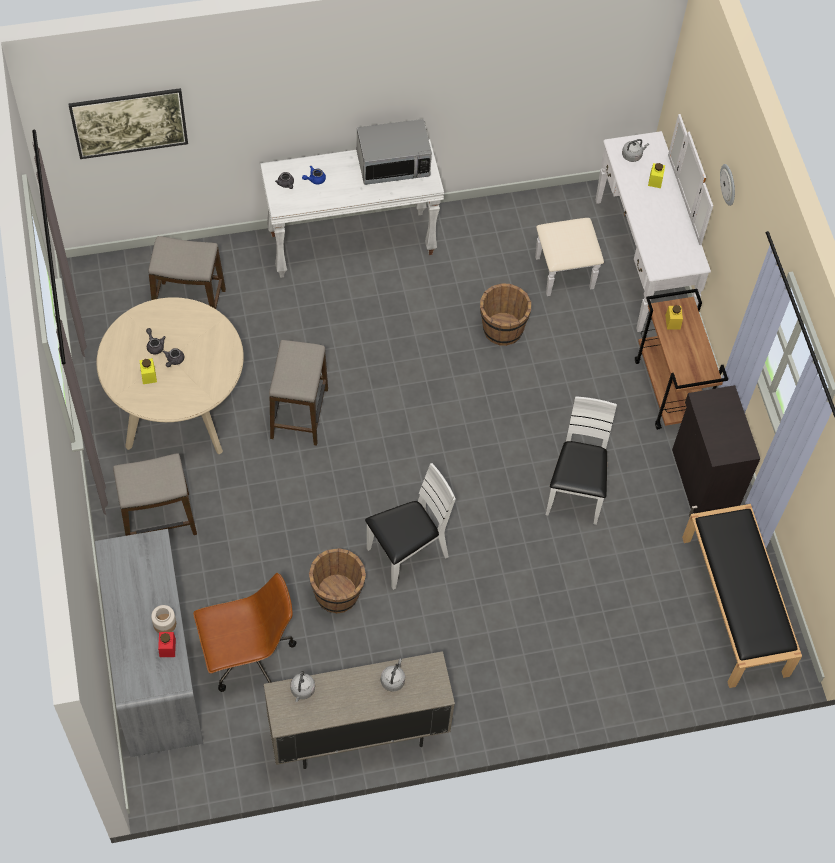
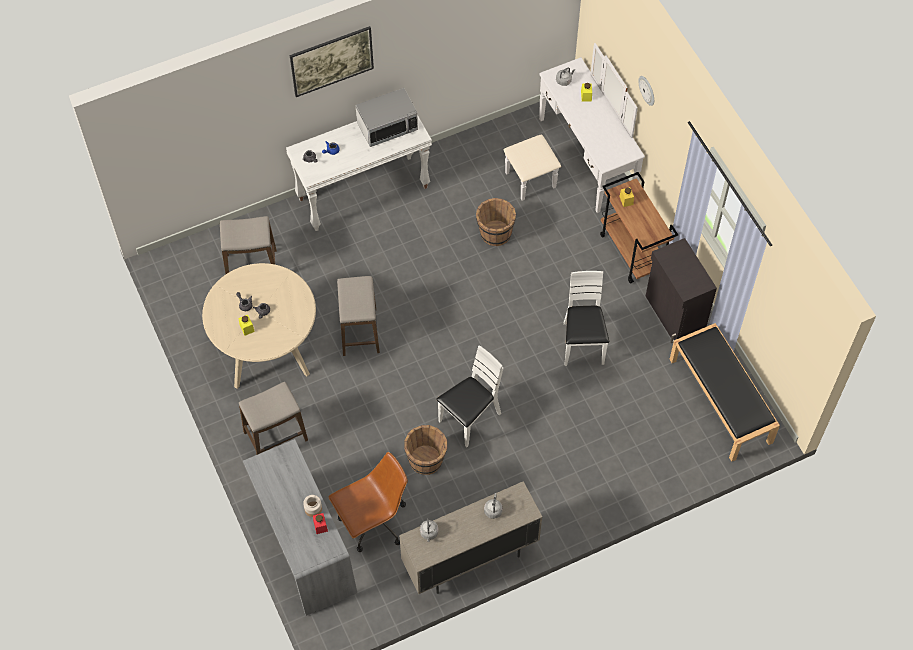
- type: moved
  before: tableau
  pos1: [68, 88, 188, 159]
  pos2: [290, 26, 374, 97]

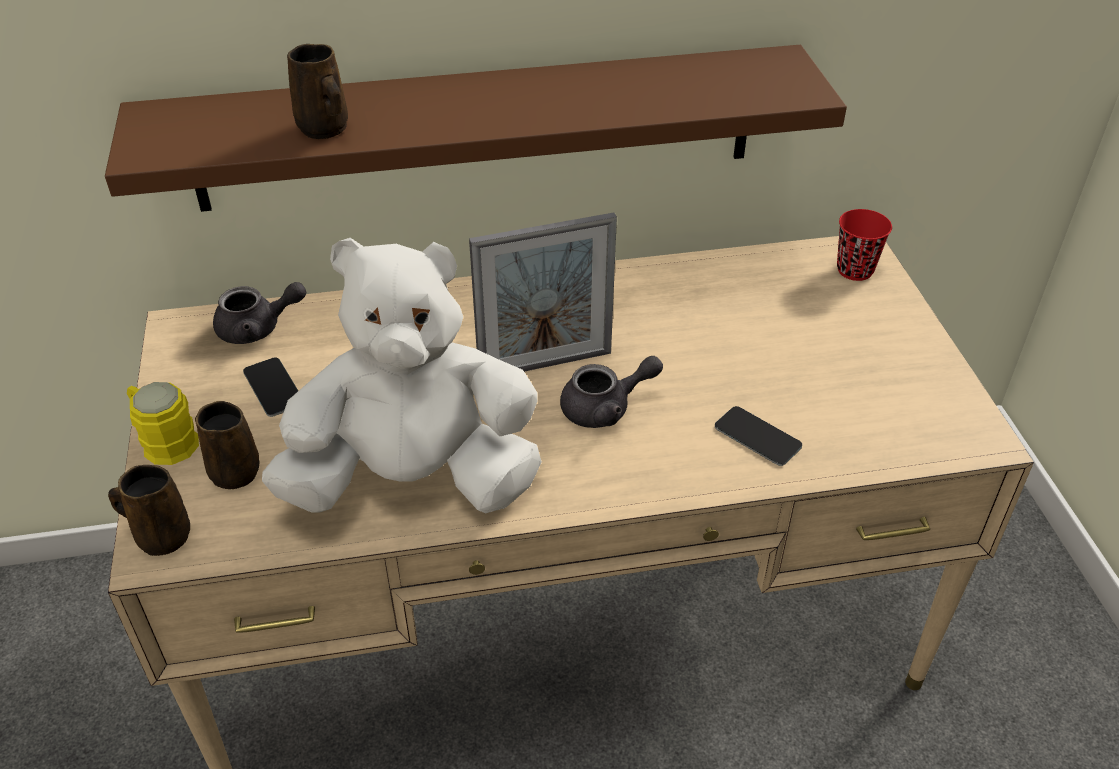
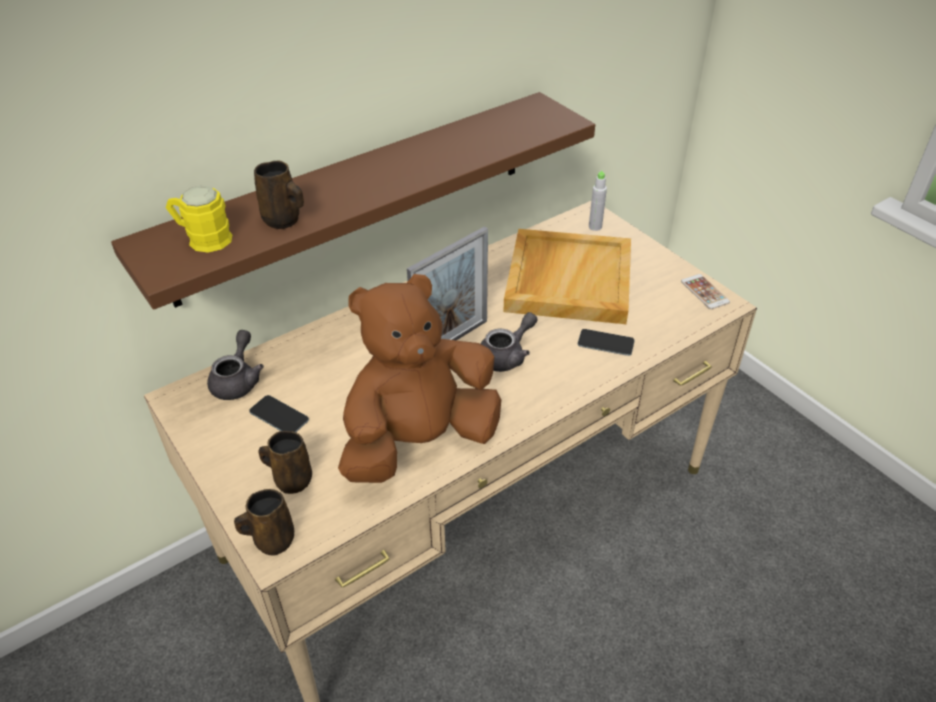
- type: moved
  before: mug [jaune]
  pos1: [127, 382, 199, 465]
  pos2: [166, 186, 233, 253]
- type: turned
  before: théière [gris]
  pos1: [213, 282, 306, 344]
  pos2: [207, 330, 264, 400]
  turn: -45
- type: recoloured
  before: peluche [blanc]
  after: peluche [marron]
  pos1: [262, 238, 542, 513]
  pos2: [338, 274, 501, 483]
- type: replaced
  before: tasse [rouge]
  after: bouteille [gris]
  pos1: [837, 209, 892, 281]
  pos2: [589, 171, 607, 231]
- type: added
  after: plateau [beige]
  pos2: [504, 229, 631, 324]
- type: added
  after: téléphone
  pos2: [681, 274, 730, 309]

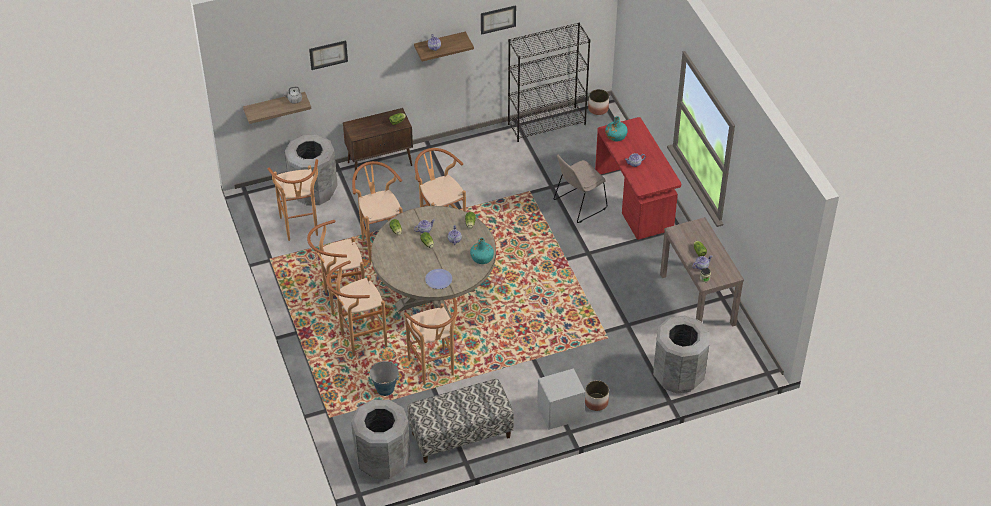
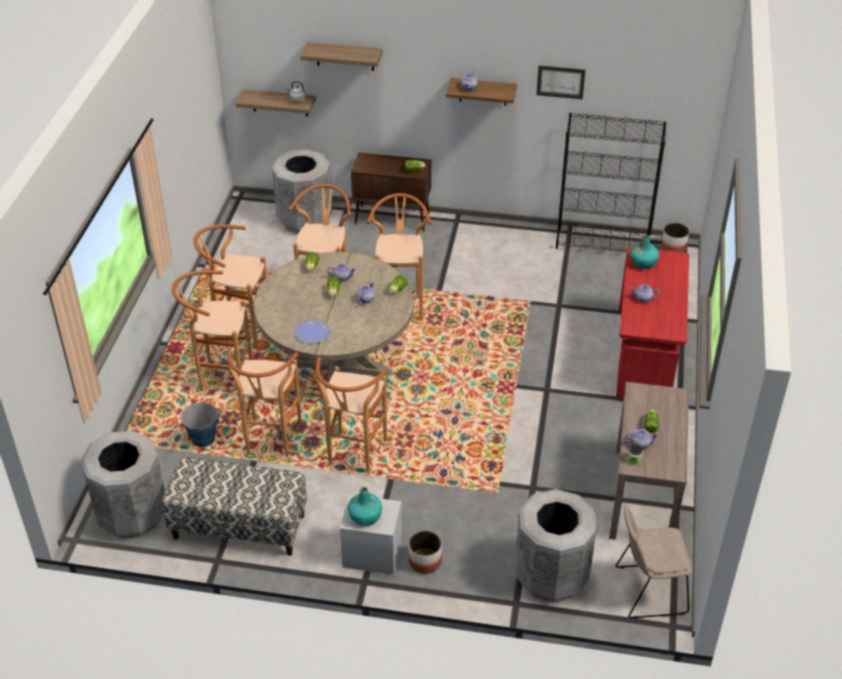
- type: moved
  before: tabouret [marron]
  pos1: [268, 159, 318, 241]
  pos2: [316, 356, 387, 473]
- type: replaced
  before: tableau
  after: étagère
  pos1: [309, 40, 348, 70]
  pos2: [300, 42, 383, 71]
- type: moved
  before: bouteille [turquoise]
  pos1: [470, 237, 494, 264]
  pos2: [348, 487, 382, 526]
- type: moved
  before: chaise [beige]
  pos1: [554, 155, 607, 223]
  pos2: [616, 505, 692, 619]

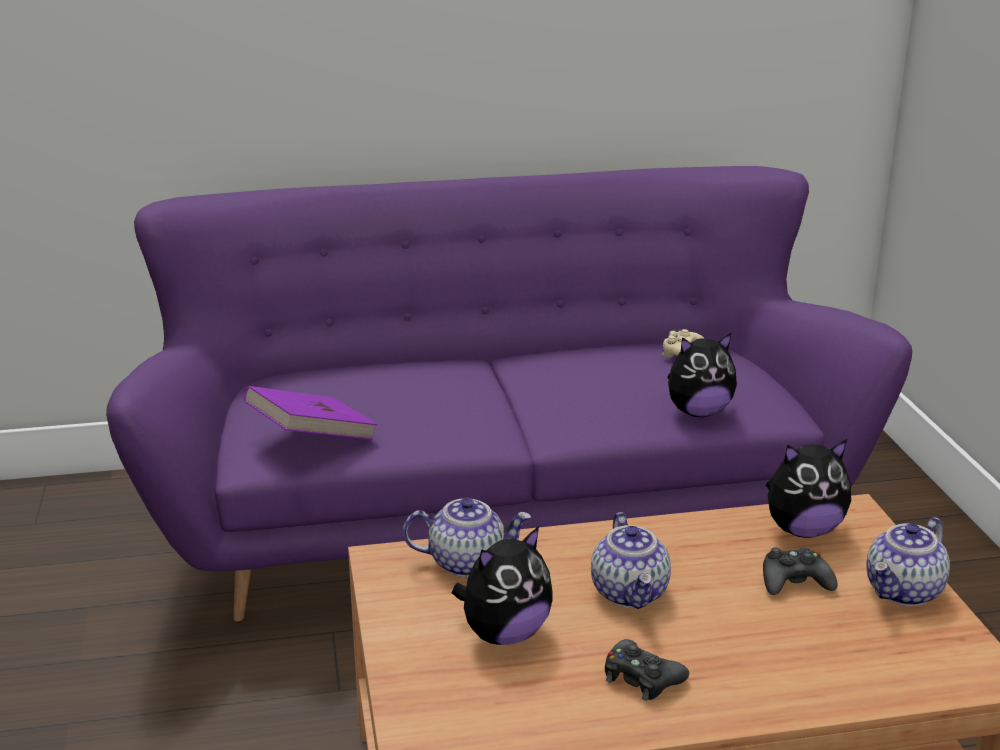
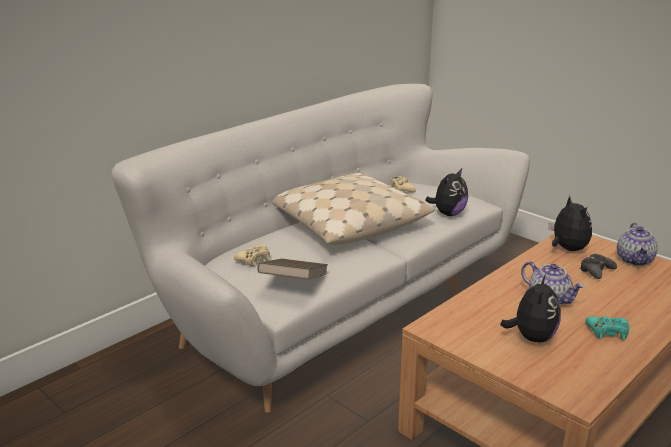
- type: recoloured
  before: canapé [violet]
  after: canapé [blanc]
  pos1: [106, 166, 912, 621]
  pos2: [111, 84, 530, 413]
- type: recoloured
  before: livre [violet]
  after: livre [marron]
  pos1: [244, 386, 377, 440]
  pos2: [257, 259, 328, 280]
- type: removed
  before: théière
  pos1: [403, 498, 531, 577]
- type: recoloured
  before: manette [noir]
  after: manette [turquoise]
  pos1: [605, 639, 689, 701]
  pos2: [585, 316, 629, 340]
- type: turned
  before: peluche
  pos1: [766, 439, 851, 538]
  pos2: [548, 196, 592, 251]
  turn: -60
- type: added
  after: manette [beige]
  pos2: [234, 244, 270, 266]
- type: added
  after: coussin [beige]
  pos2: [272, 172, 435, 245]

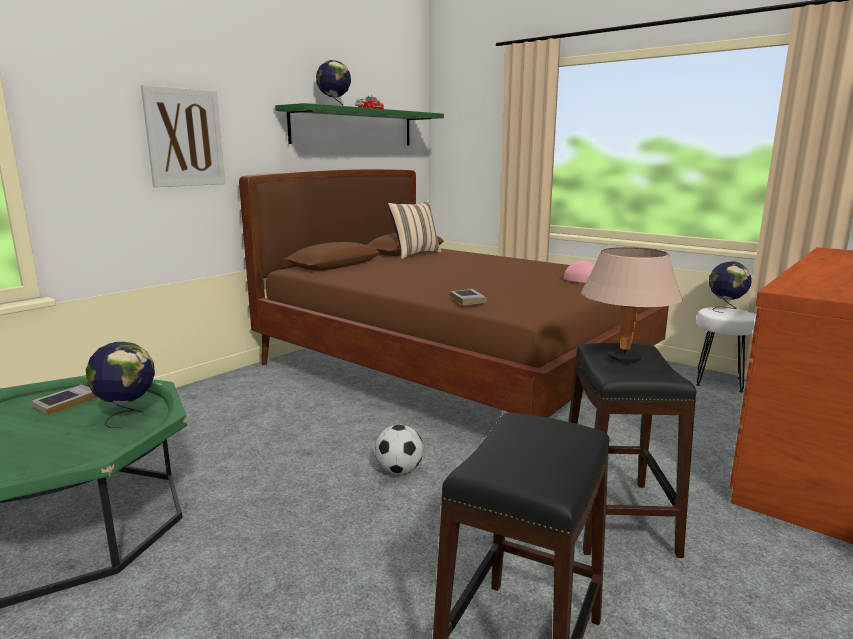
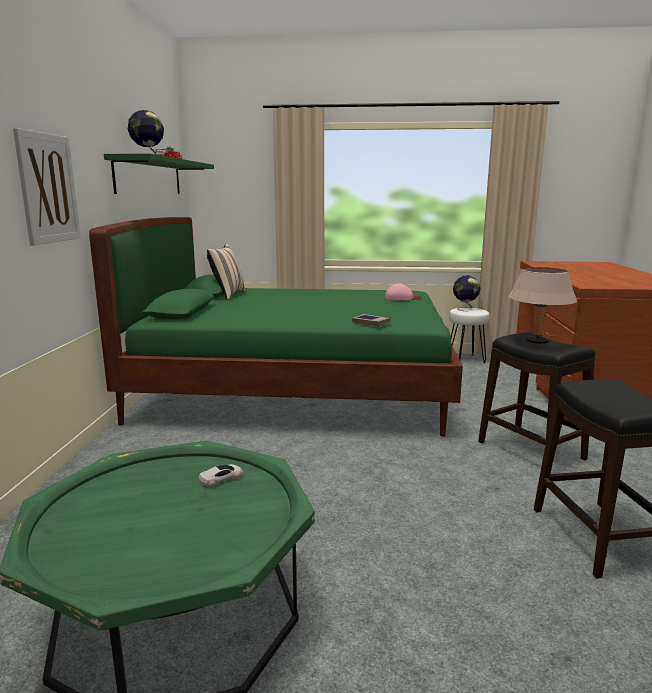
- type: removed
  before: livre
  pos1: [31, 385, 98, 415]
- type: replaced
  before: globe
  after: petite voiture [blanc]
  pos1: [86, 342, 155, 428]
  pos2: [199, 464, 243, 488]
- type: recoloured
  before: lit [marron]
  after: lit [vert]
  pos1: [239, 169, 669, 418]
  pos2: [89, 217, 463, 437]
- type: removed
  before: ballon de foot
  pos1: [375, 425, 423, 474]

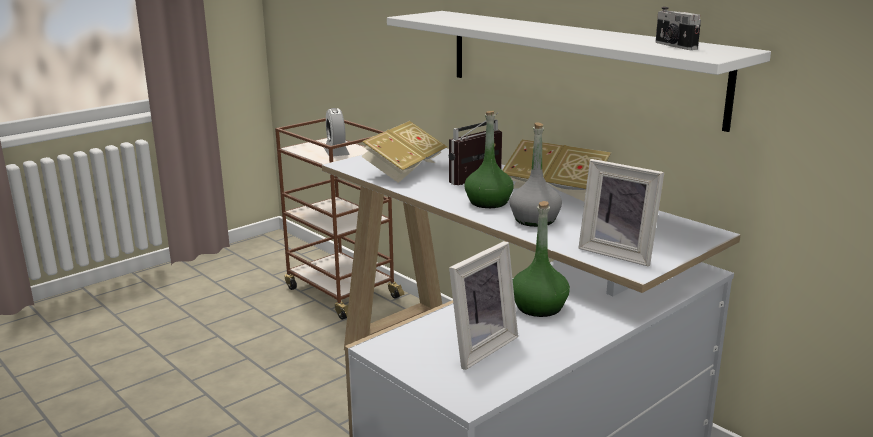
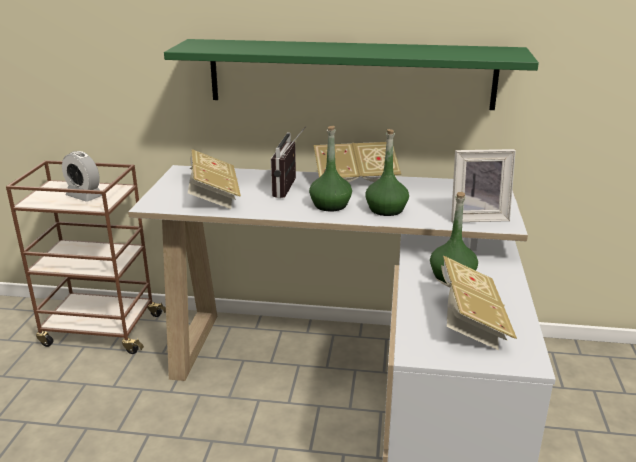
- type: recoloured
  before: étagère [blanc]
  after: étagère [vert]
  pos1: [387, 11, 771, 132]
  pos2: [164, 39, 539, 110]
- type: replaced
  before: cadre photo
  after: livre
  pos1: [449, 241, 518, 370]
  pos2: [435, 255, 517, 350]
- type: recoloured
  before: bouteille [gris]
  after: bouteille [vert]
  pos1: [509, 122, 562, 227]
  pos2: [365, 129, 409, 216]
- type: removed
  before: appareil photo
  pos1: [655, 7, 701, 50]

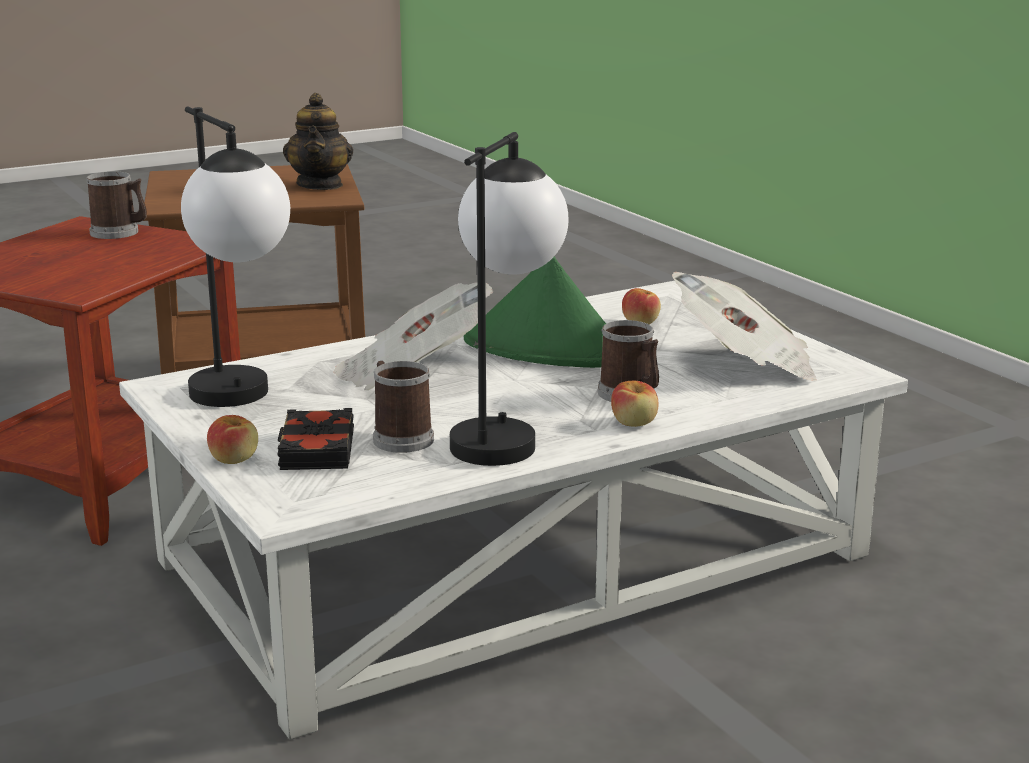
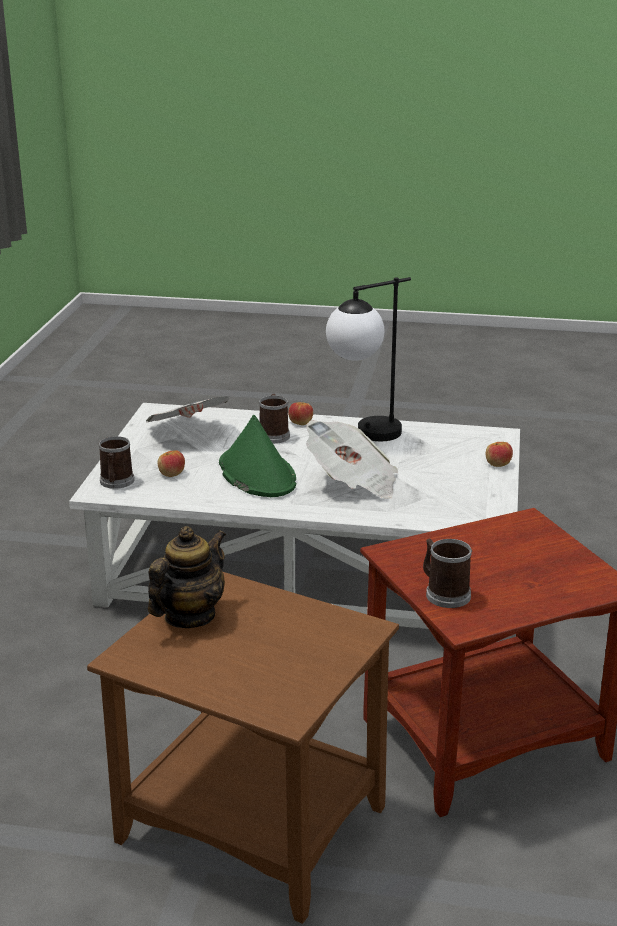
- type: removed
  before: lampe de table
  pos1: [181, 106, 290, 407]
- type: removed
  before: livre [noir]
  pos1: [277, 408, 354, 470]
- type: moved
  before: mug
  pos1: [373, 361, 434, 453]
  pos2: [99, 436, 135, 489]

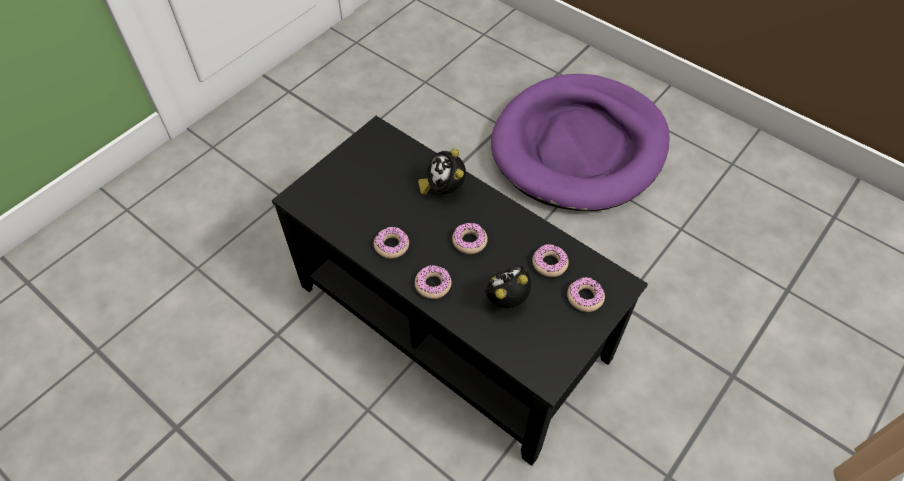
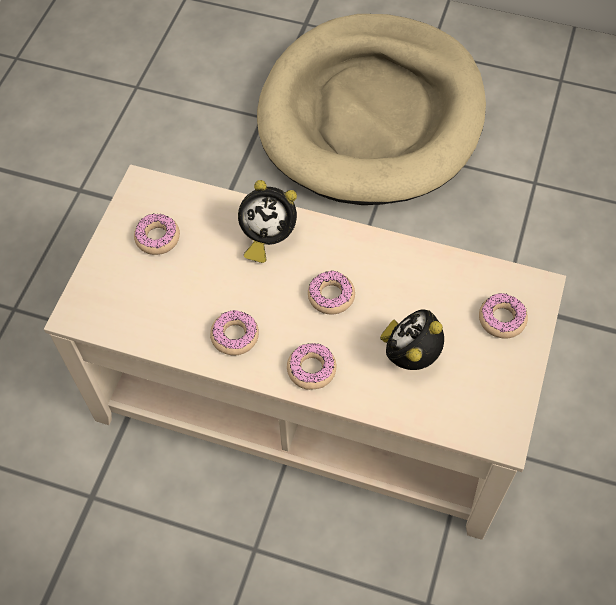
- type: recoloured
  before: table basse [noir]
  after: table basse [beige]
  pos1: [272, 116, 648, 466]
  pos2: [44, 164, 566, 540]
- type: turned
  before: réveil
  pos1: [418, 149, 466, 195]
  pos2: [238, 180, 297, 263]
  turn: -45
- type: recoloured
  before: panier pour chien [violet]
  after: panier pour chien [beige]
  pos1: [491, 74, 670, 211]
  pos2: [257, 14, 486, 205]
- type: moved
  before: beignet
  pos1: [532, 244, 569, 277]
  pos2: [134, 213, 180, 255]

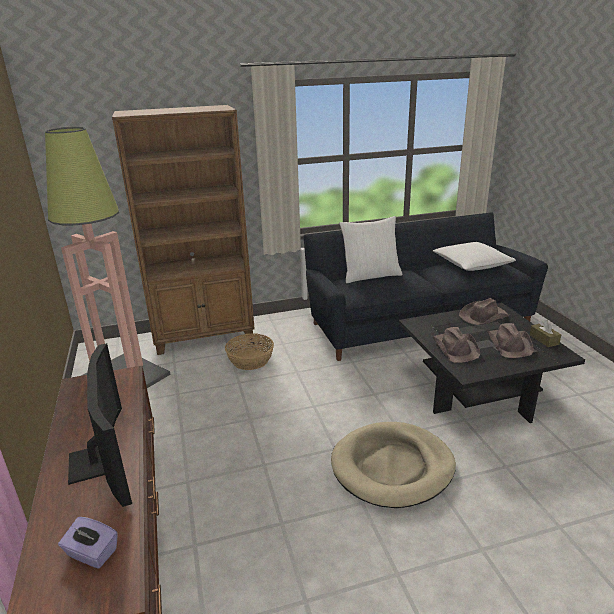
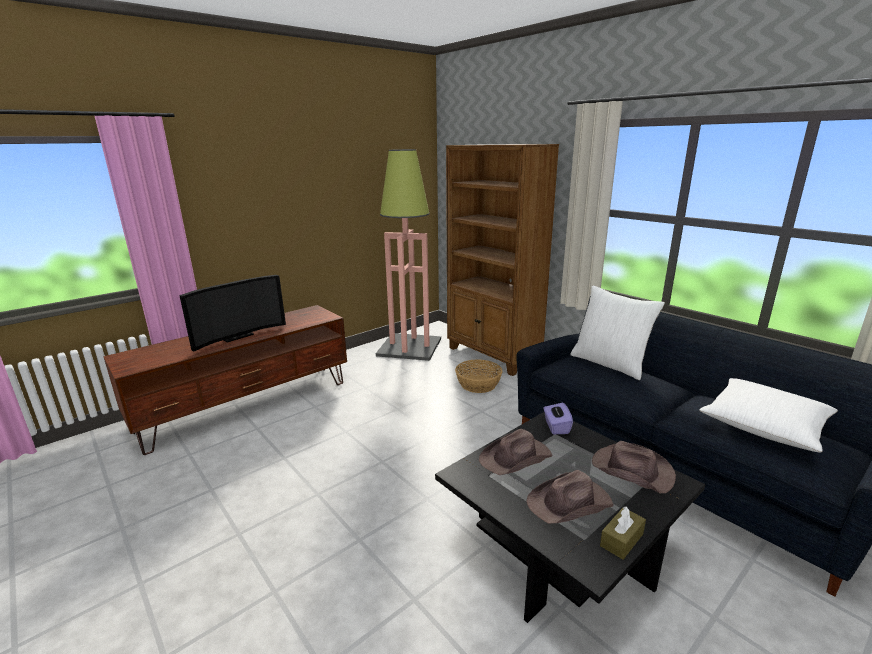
- type: moved
  before: boîte à mouchoirs [violet]
  pos1: [58, 517, 118, 569]
  pos2: [544, 403, 573, 434]
- type: removed
  before: panier pour chien [beige]
  pos1: [331, 422, 456, 508]

